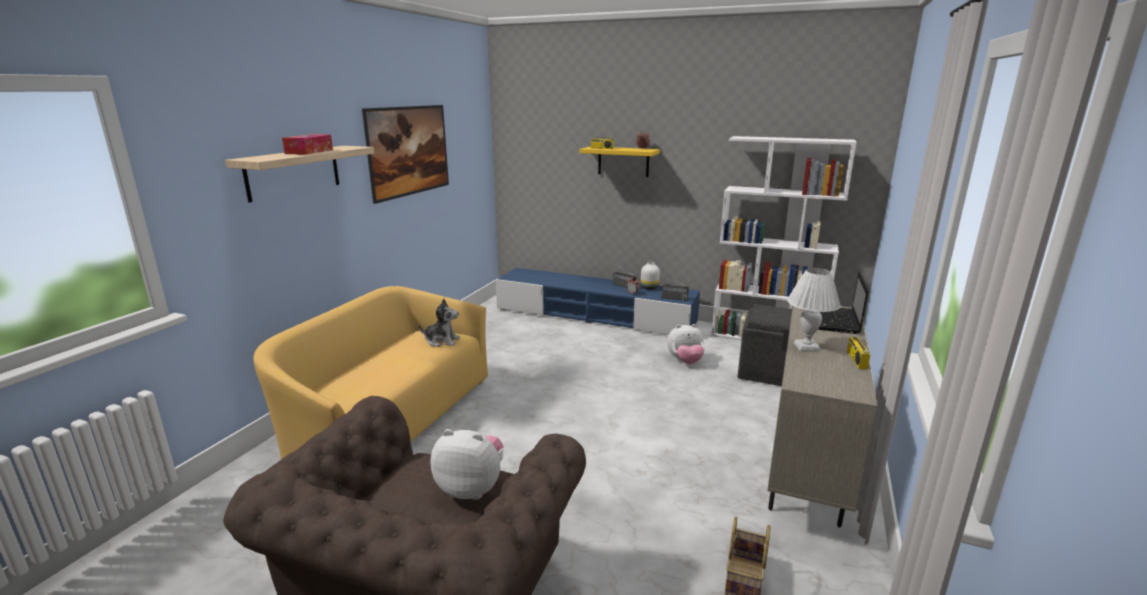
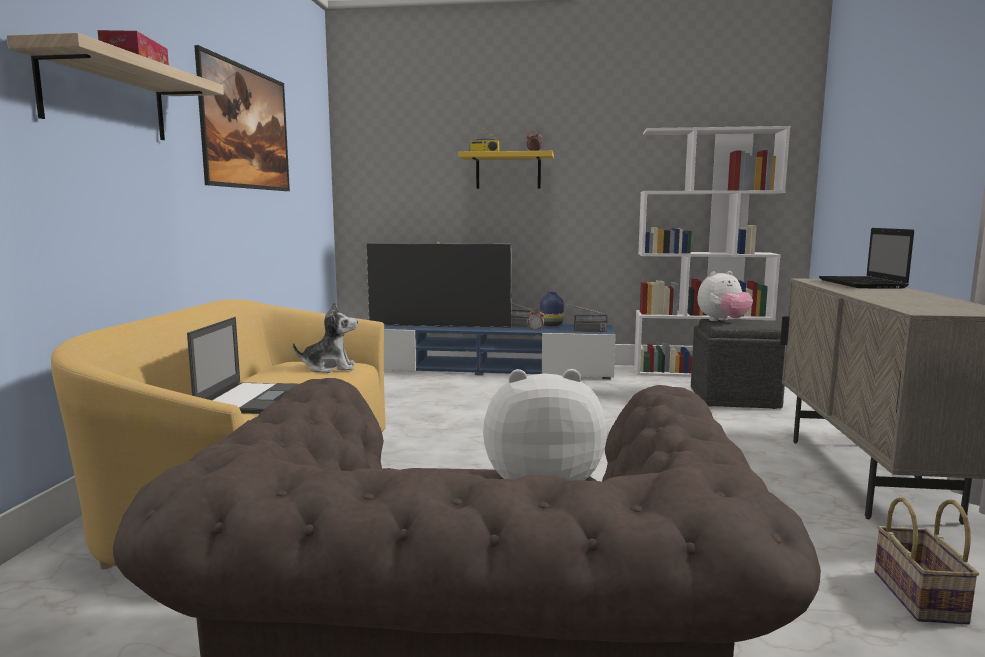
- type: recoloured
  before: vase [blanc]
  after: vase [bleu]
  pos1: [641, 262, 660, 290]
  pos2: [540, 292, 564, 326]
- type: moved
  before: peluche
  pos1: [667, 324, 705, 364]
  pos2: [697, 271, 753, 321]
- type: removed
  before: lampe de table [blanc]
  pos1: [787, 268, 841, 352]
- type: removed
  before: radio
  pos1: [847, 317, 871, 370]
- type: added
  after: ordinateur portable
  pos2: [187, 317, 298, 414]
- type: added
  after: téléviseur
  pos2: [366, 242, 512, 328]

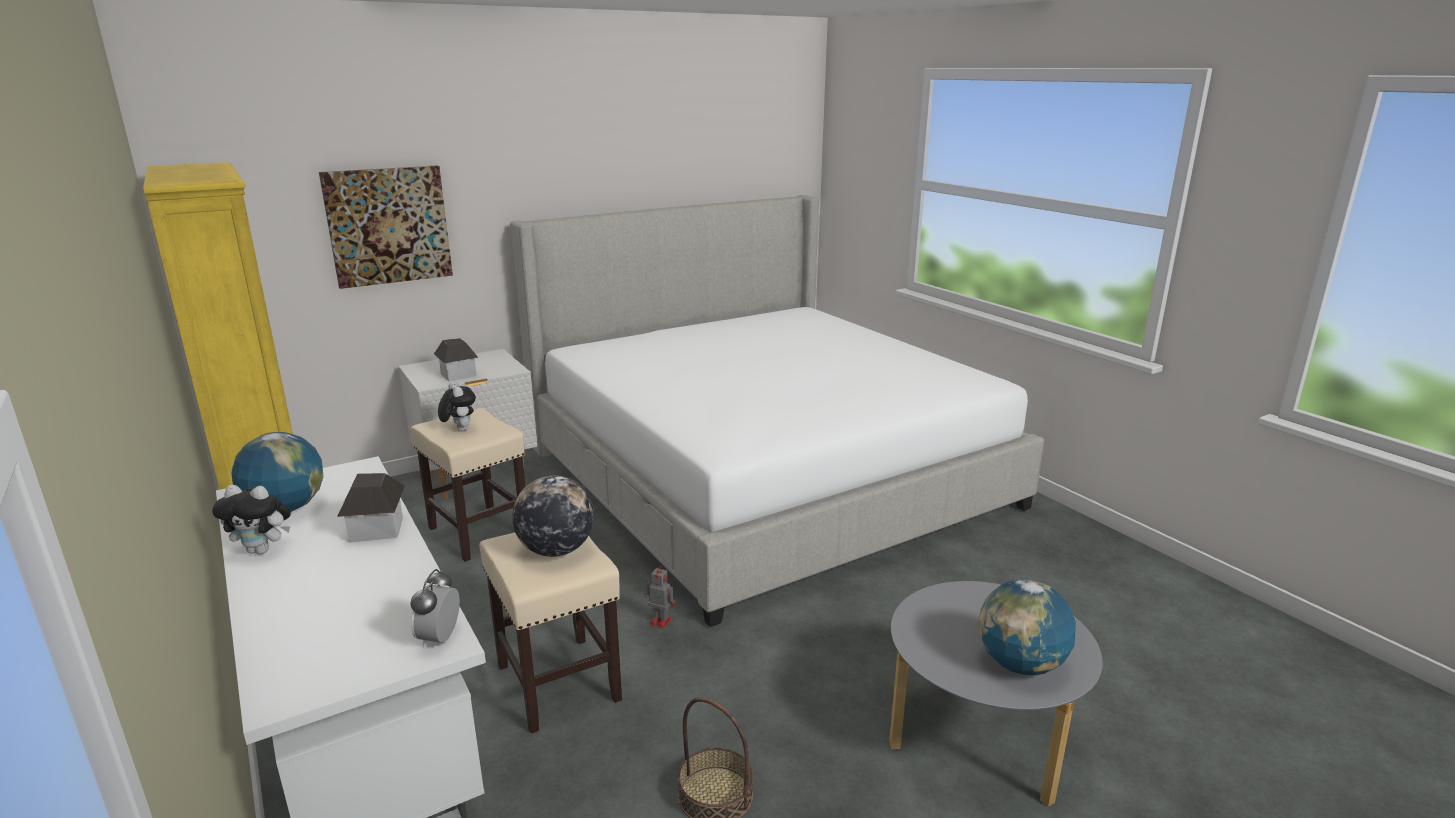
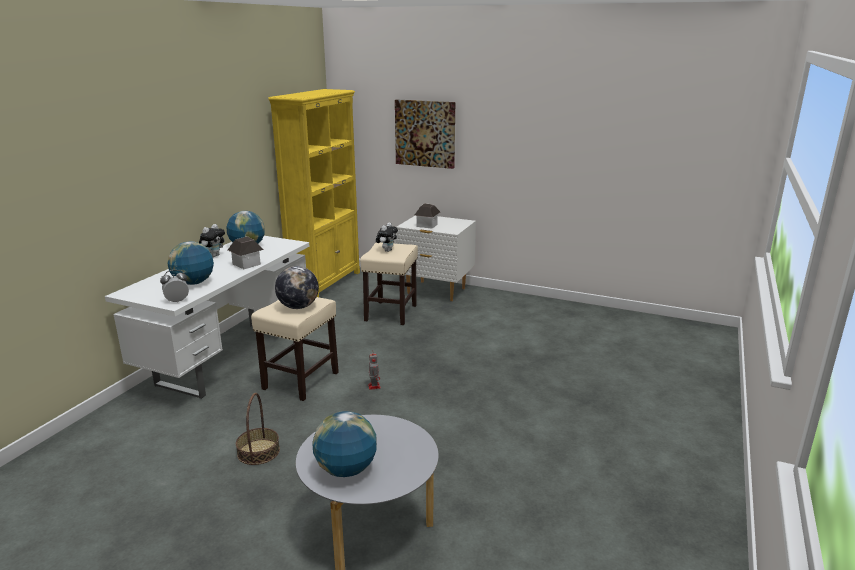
- type: turned
  before: peluche
  pos1: [212, 485, 291, 554]
  pos2: [199, 224, 225, 257]
  turn: -120
- type: removed
  before: lit
  pos1: [510, 195, 1044, 627]
- type: added
  after: globe
  pos2: [167, 241, 214, 285]

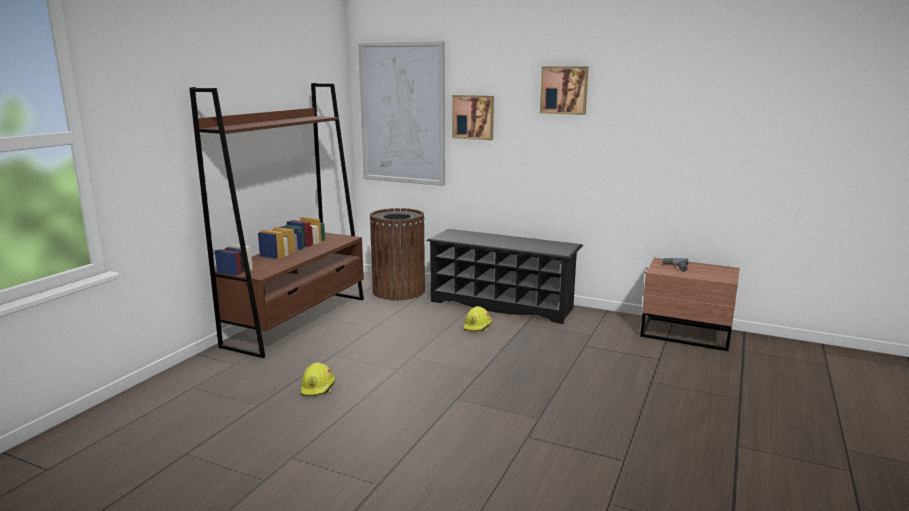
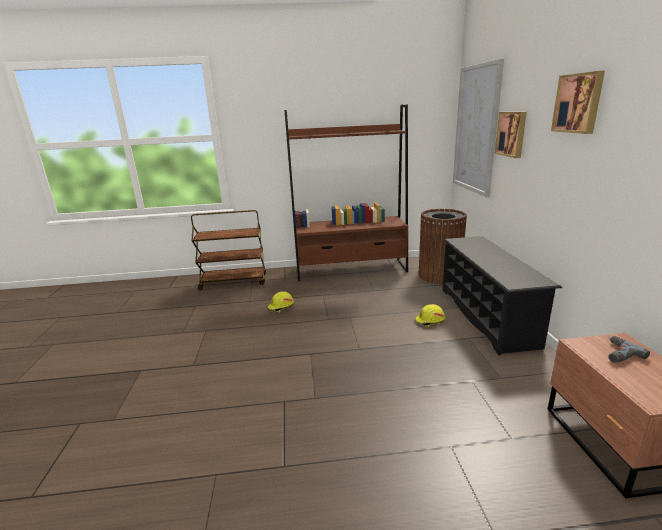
- type: added
  after: chariot [marron]
  pos2: [191, 210, 266, 290]

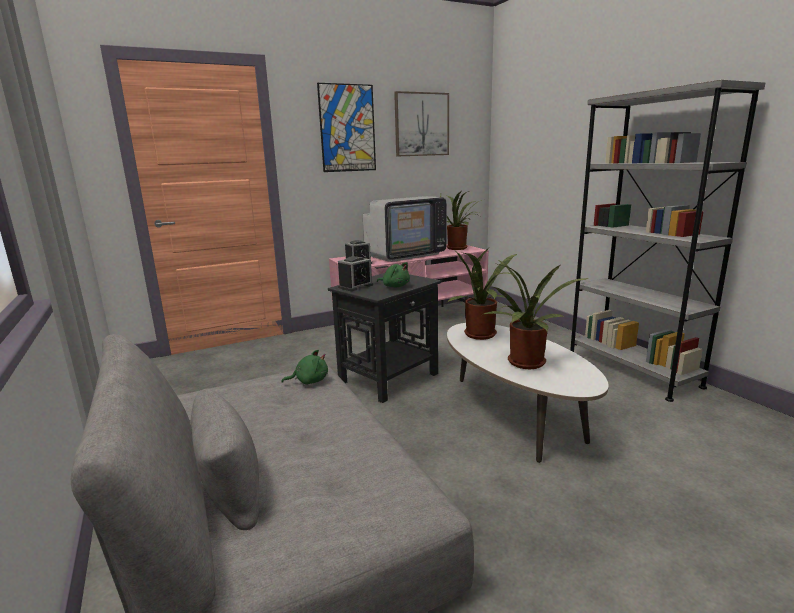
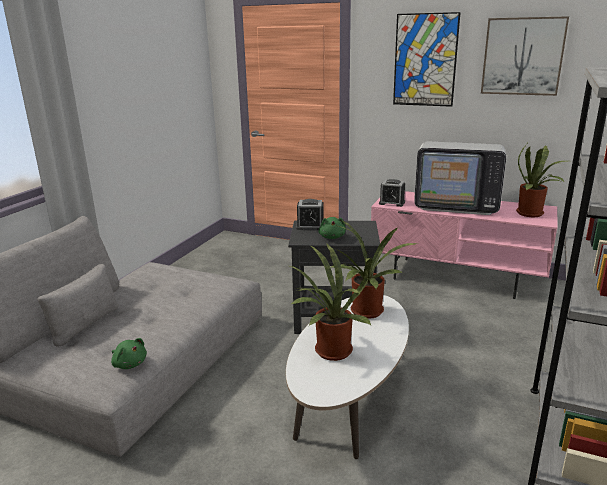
- type: moved
  before: peluche [vert]
  pos1: [281, 350, 328, 385]
  pos2: [111, 338, 147, 369]

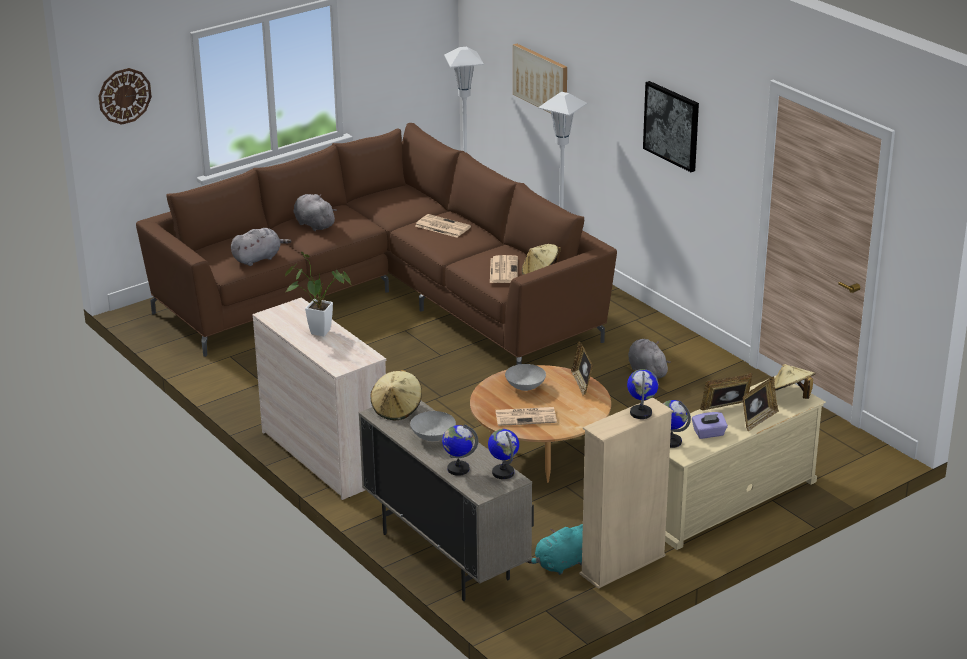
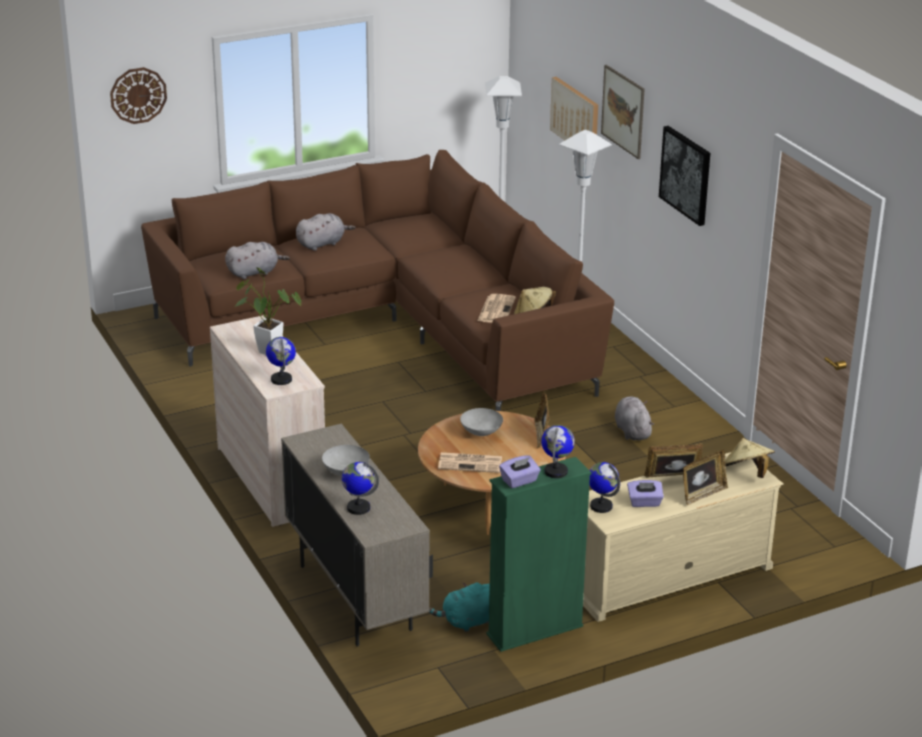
- type: turned
  before: peluche [gris]
  pos1: [294, 194, 337, 231]
  pos2: [296, 213, 355, 251]
  turn: 90
- type: removed
  before: chapeau [beige]
  pos1: [370, 370, 422, 420]
- type: removed
  before: journal
  pos1: [415, 214, 471, 238]
- type: moved
  before: globe
  pos1: [488, 429, 519, 479]
  pos2: [266, 337, 296, 385]
- type: recoloured
  before: bibliothèque [beige]
  after: bibliothèque [vert]
  pos1: [579, 398, 673, 589]
  pos2: [486, 457, 592, 652]
- type: added
  after: boîte à mouchoirs [violet]
  pos2: [499, 456, 541, 488]
- type: added
  after: tableau
  pos2: [601, 65, 645, 159]

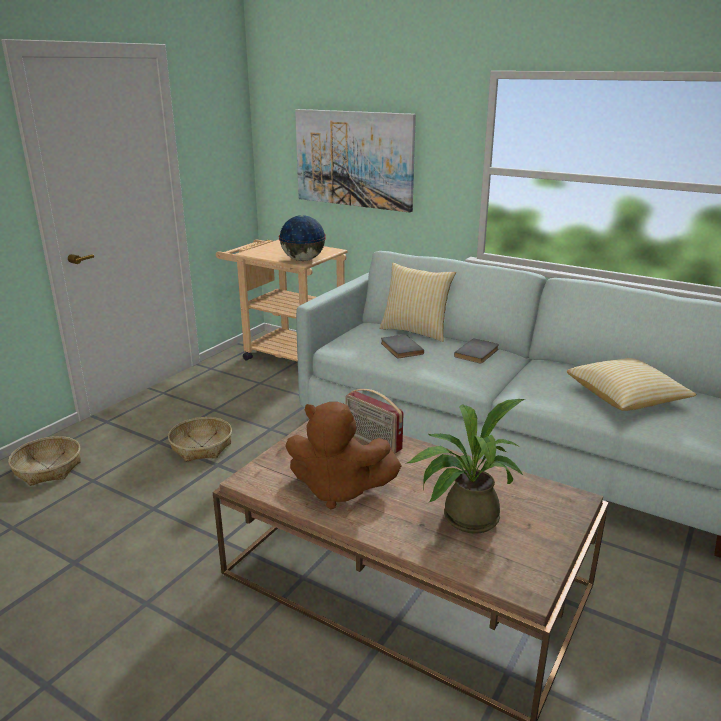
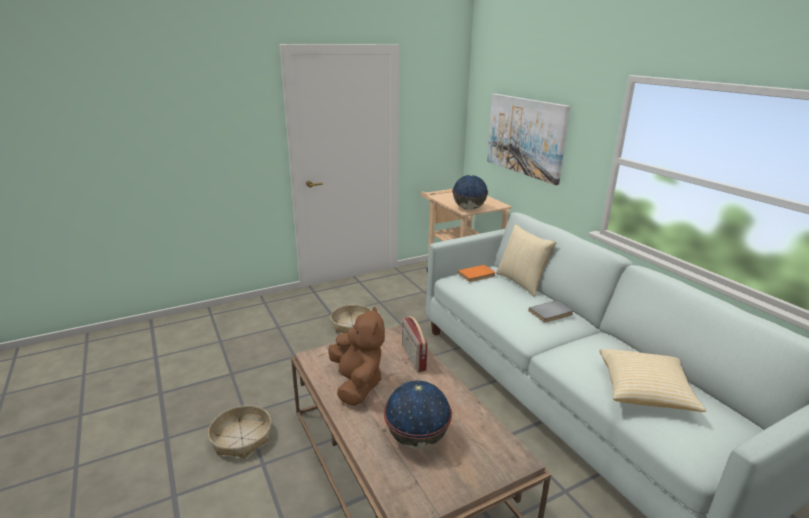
- type: moved
  before: panier
  pos1: [8, 436, 81, 486]
  pos2: [208, 405, 271, 458]
- type: turned
  before: peluche [marron]
  pos1: [285, 402, 402, 510]
  pos2: [328, 306, 385, 406]
  turn: -150
- type: removed
  before: livre [gris]
  pos1: [381, 334, 424, 358]
- type: replaced
  before: plante en pot
  after: globe
  pos1: [407, 399, 525, 534]
  pos2: [384, 380, 452, 449]
- type: added
  after: livre [orange]
  pos2: [458, 265, 496, 282]

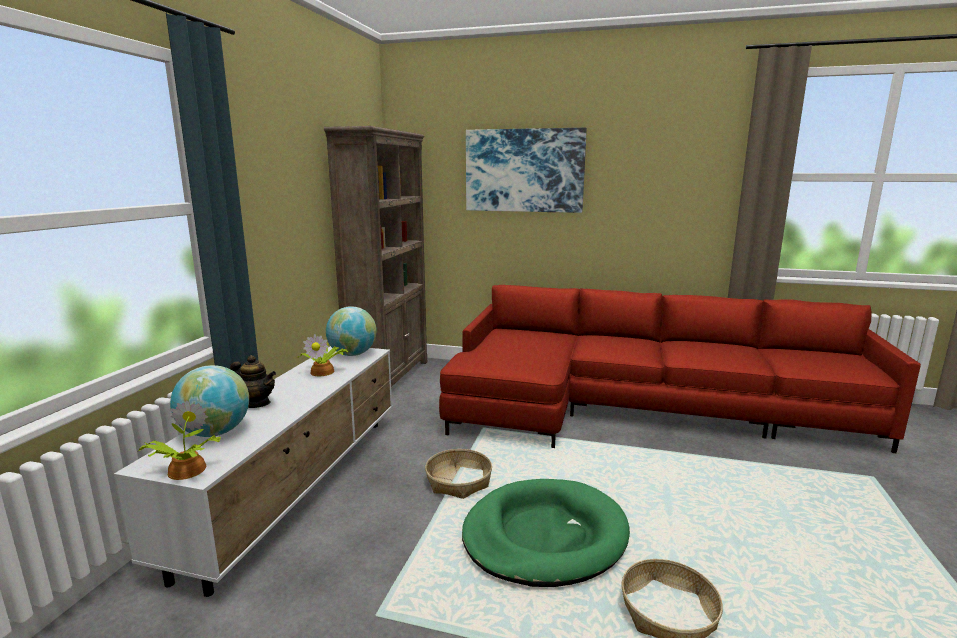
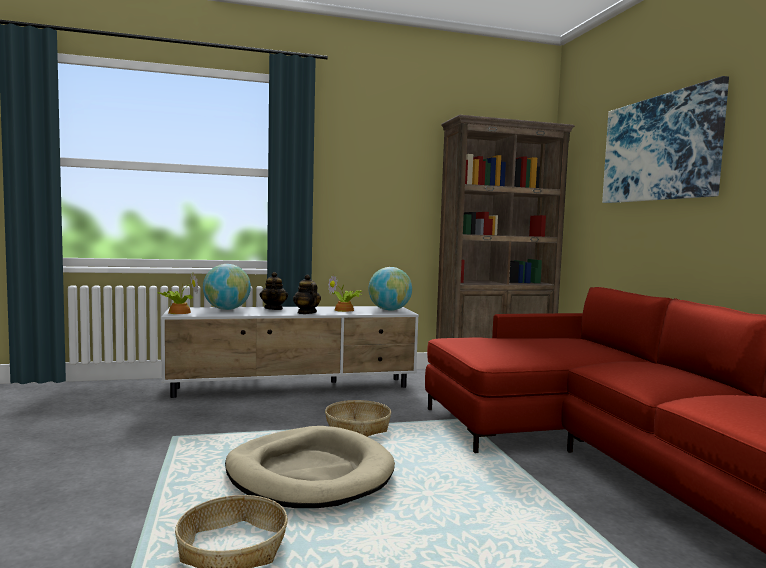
- type: recoloured
  before: panier pour chien [vert]
  after: panier pour chien [beige]
  pos1: [462, 479, 630, 587]
  pos2: [225, 426, 395, 508]
- type: added
  after: théière
  pos2: [293, 275, 321, 314]

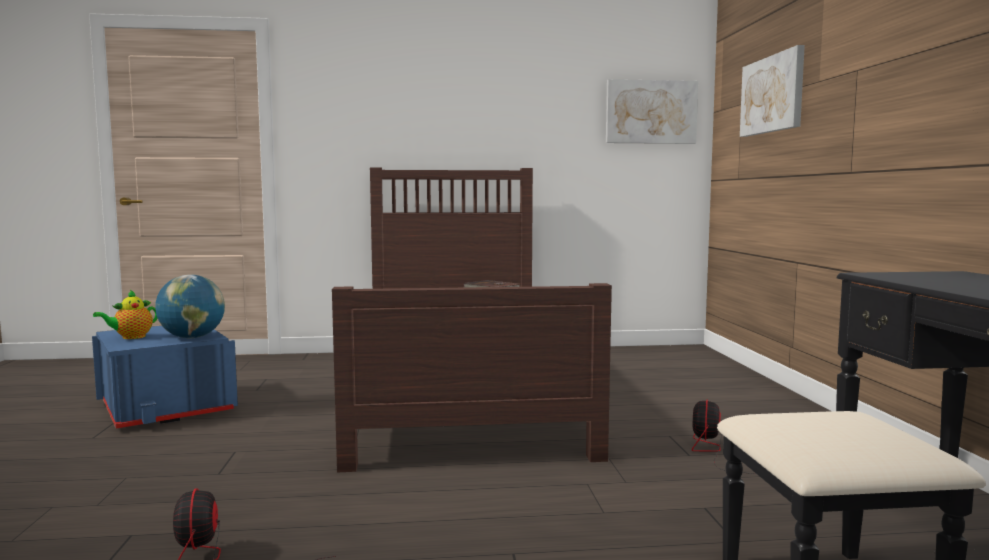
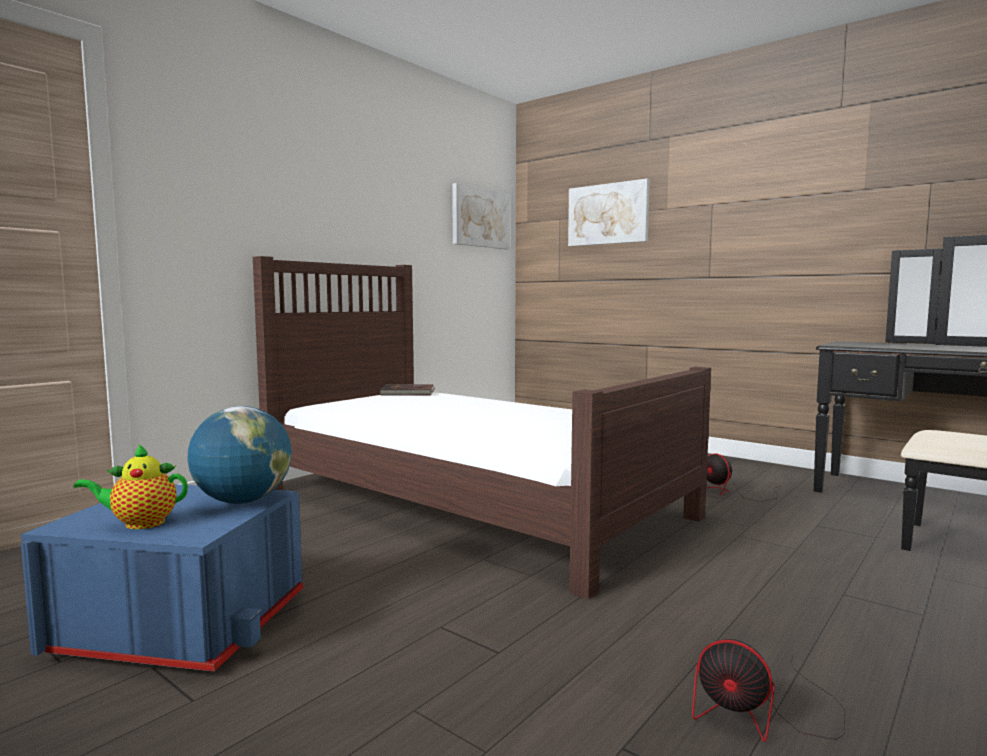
- type: turned
  before: théière
  pos1: [93, 290, 158, 339]
  pos2: [74, 444, 188, 529]
  turn: 75

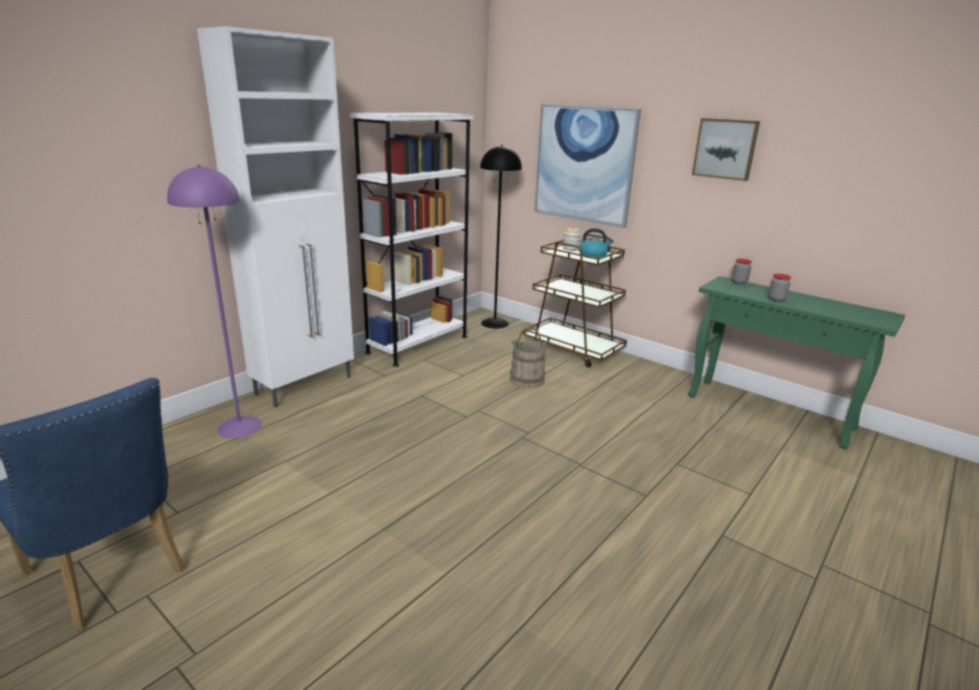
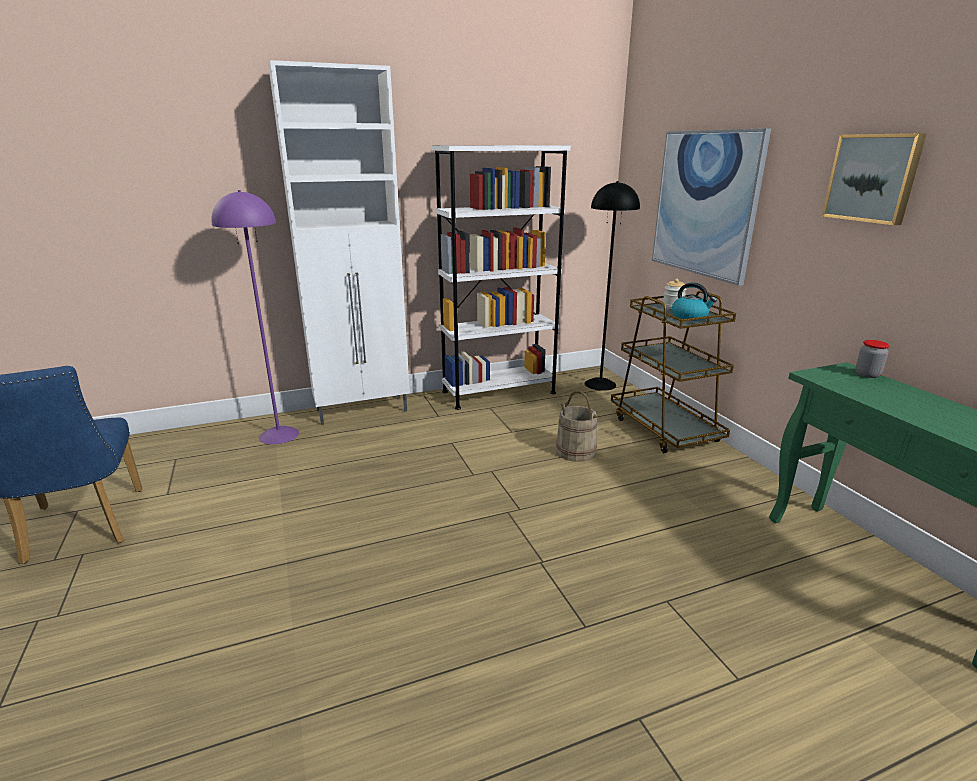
- type: removed
  before: bocal
  pos1: [768, 274, 791, 302]

